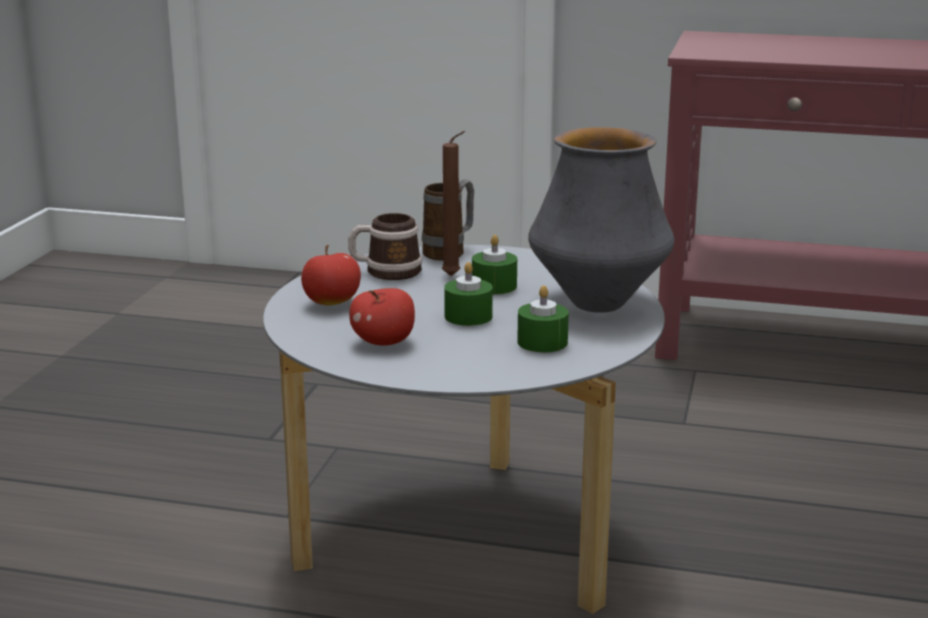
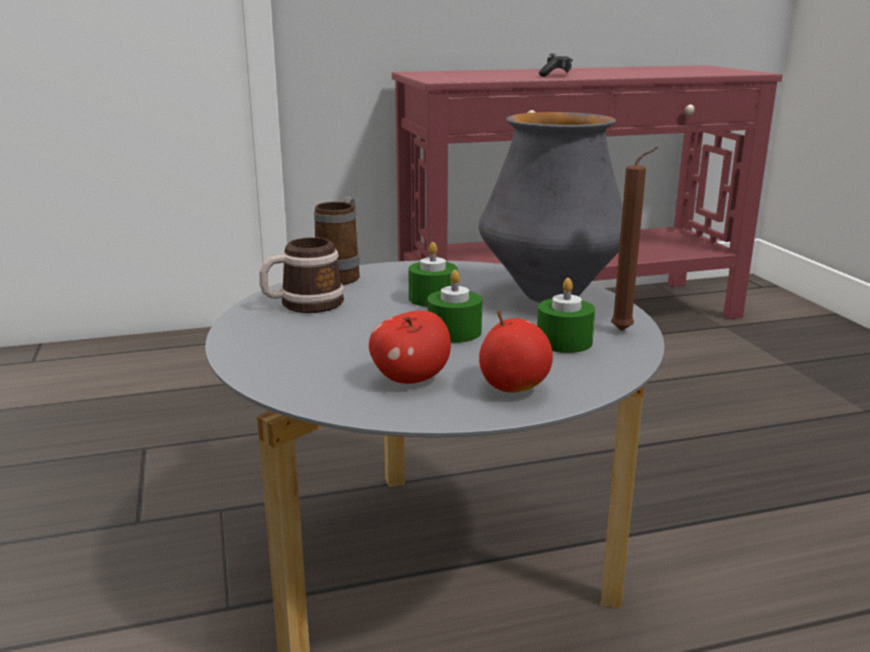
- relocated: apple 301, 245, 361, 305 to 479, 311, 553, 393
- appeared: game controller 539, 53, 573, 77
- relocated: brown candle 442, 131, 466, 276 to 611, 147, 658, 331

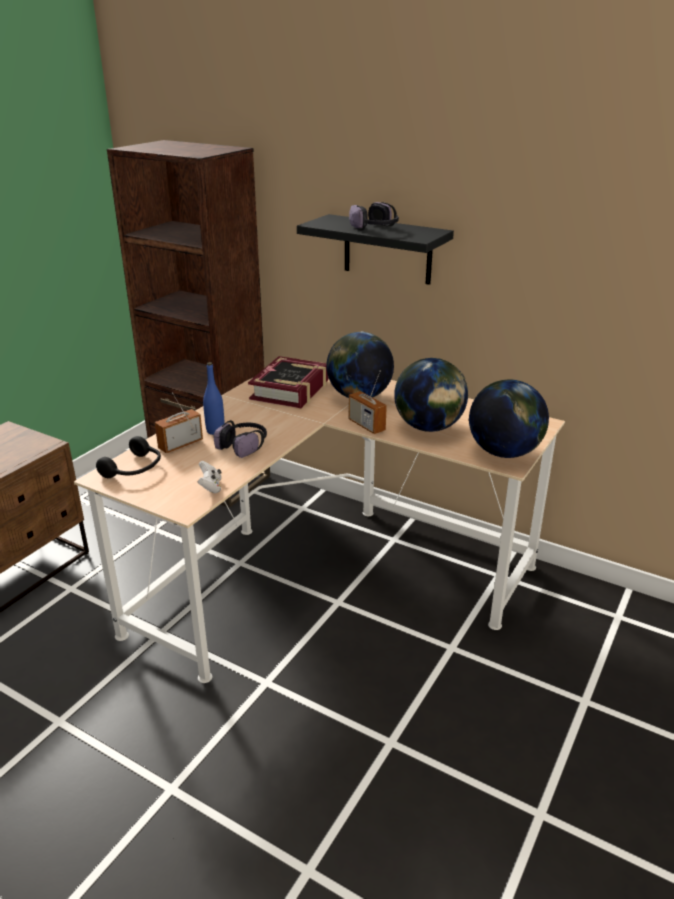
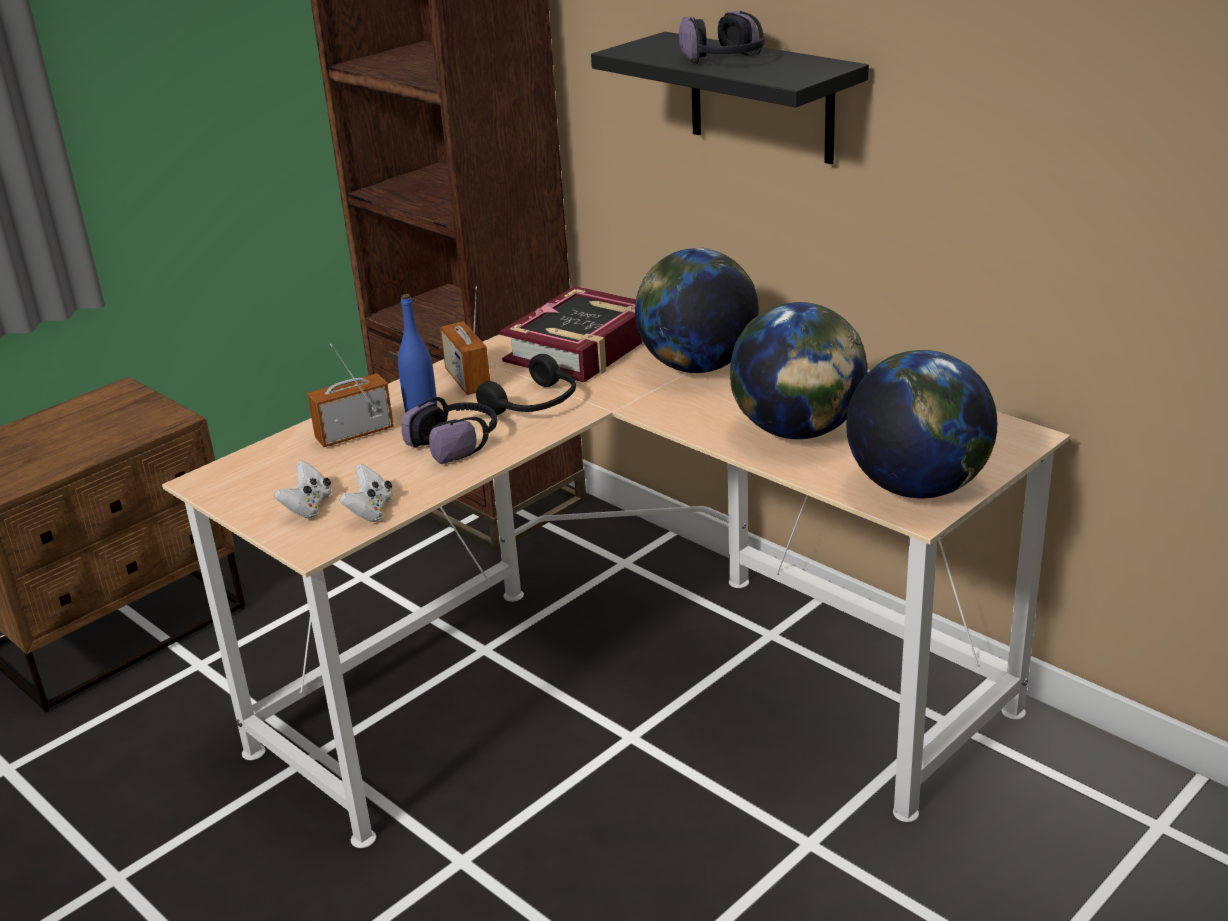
- appeared: white game controller 274, 460, 332, 518
- relocated: radio 349, 370, 387, 434 to 440, 287, 490, 395
- relocated: black headphones 96, 436, 161, 478 to 476, 354, 576, 415

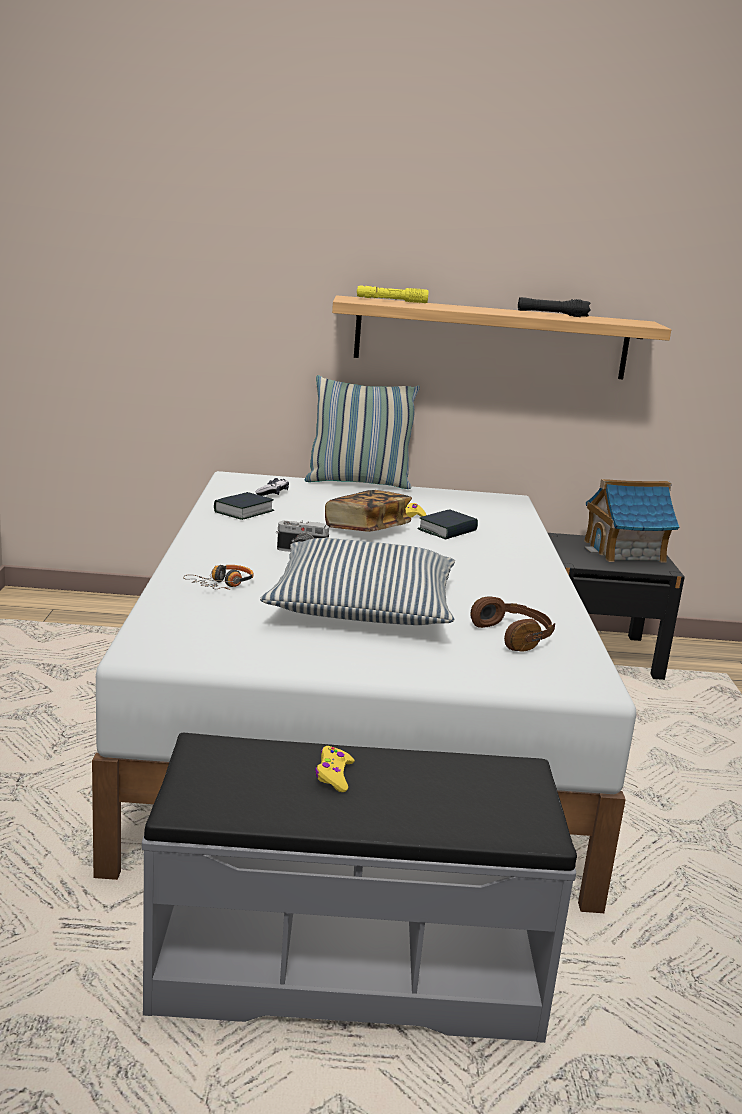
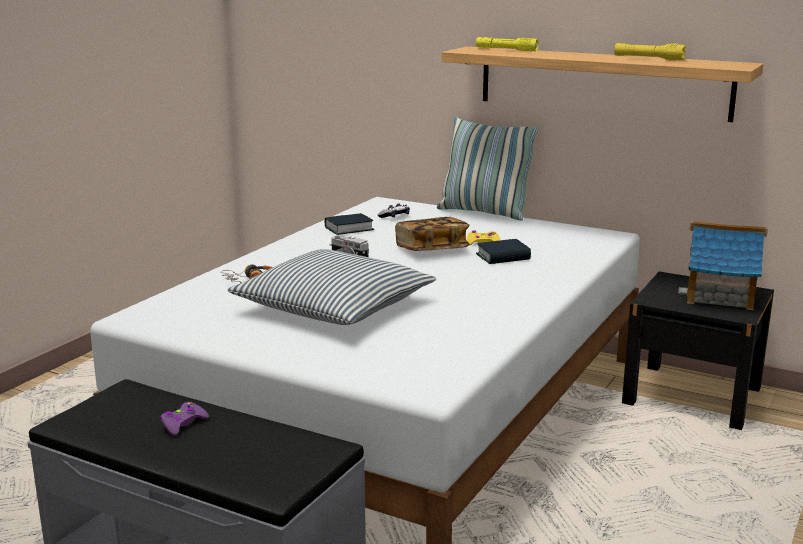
- colour: yellow game controller 315, 746, 355, 792 to purple game controller 160, 402, 209, 436
- colour: black flashlight 518, 297, 591, 317 to yellow flashlight 614, 43, 686, 61
- missing: brown headphones 470, 596, 555, 652

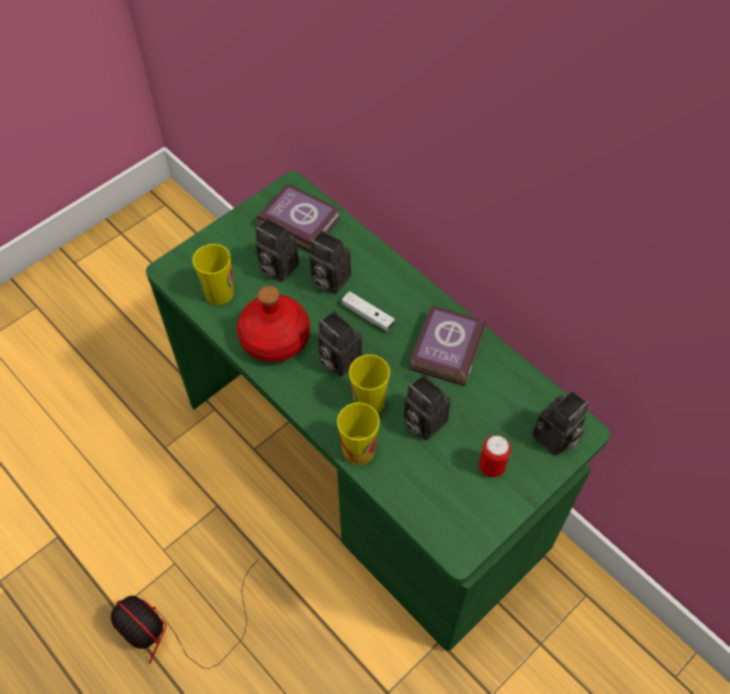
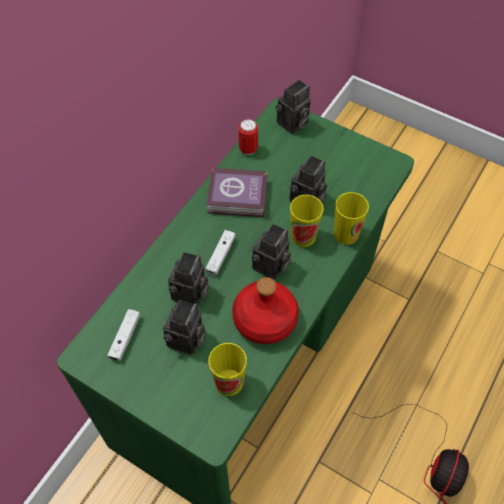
- exchanged: book 257, 184, 341, 253 to white game controller 108, 309, 140, 361
- relocated: can 479, 435, 511, 477 to 238, 119, 258, 155
- spun: photo camera 532, 391, 589, 456 = 276, 80, 311, 134 105 degrees clockwise

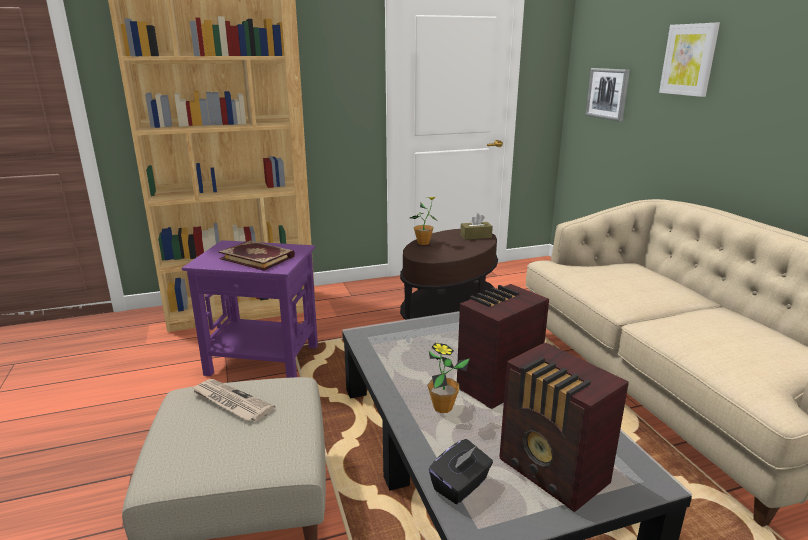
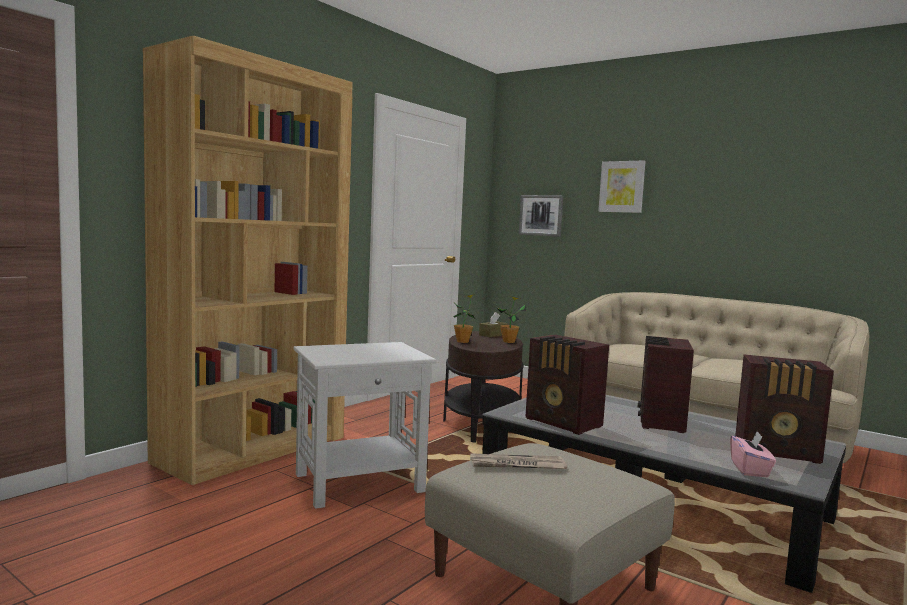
- colour: purple side table 182, 240, 318, 378 to white side table 294, 342, 436, 509
- relocated: potted plant 427, 343, 470, 413 to 496, 296, 526, 343
- appeared: radio 525, 335, 609, 435
- colour: black tissue box 429, 439, 493, 504 to pink tissue box 730, 431, 776, 477
- missing: book 219, 240, 295, 271

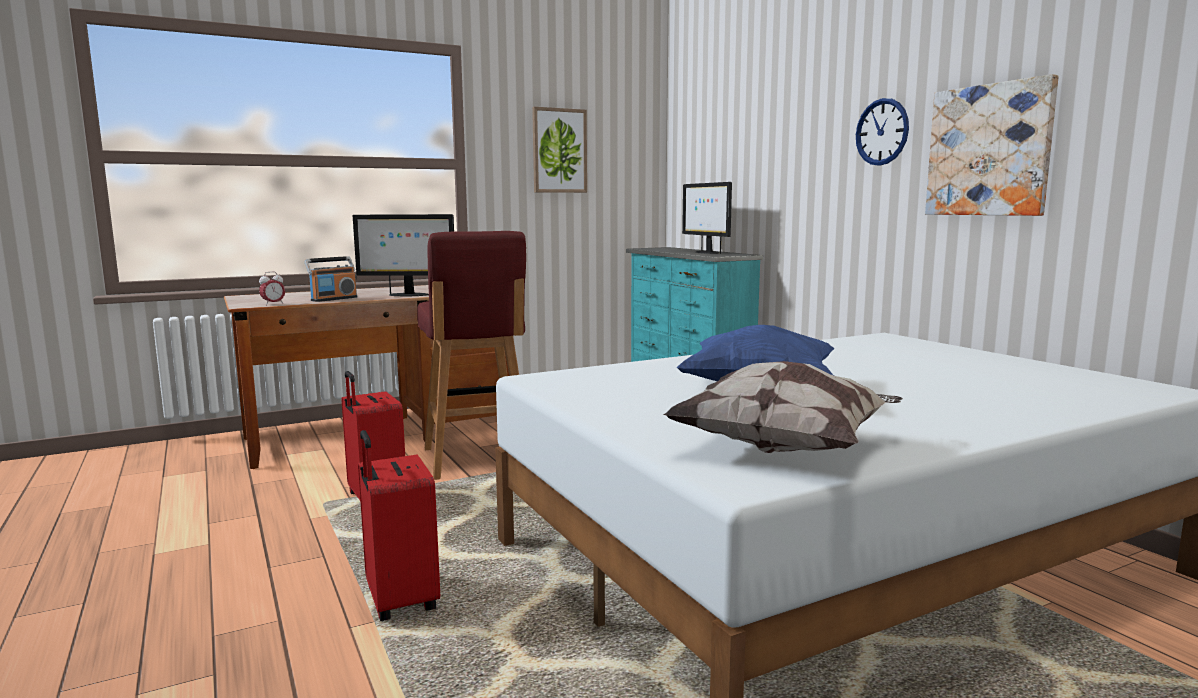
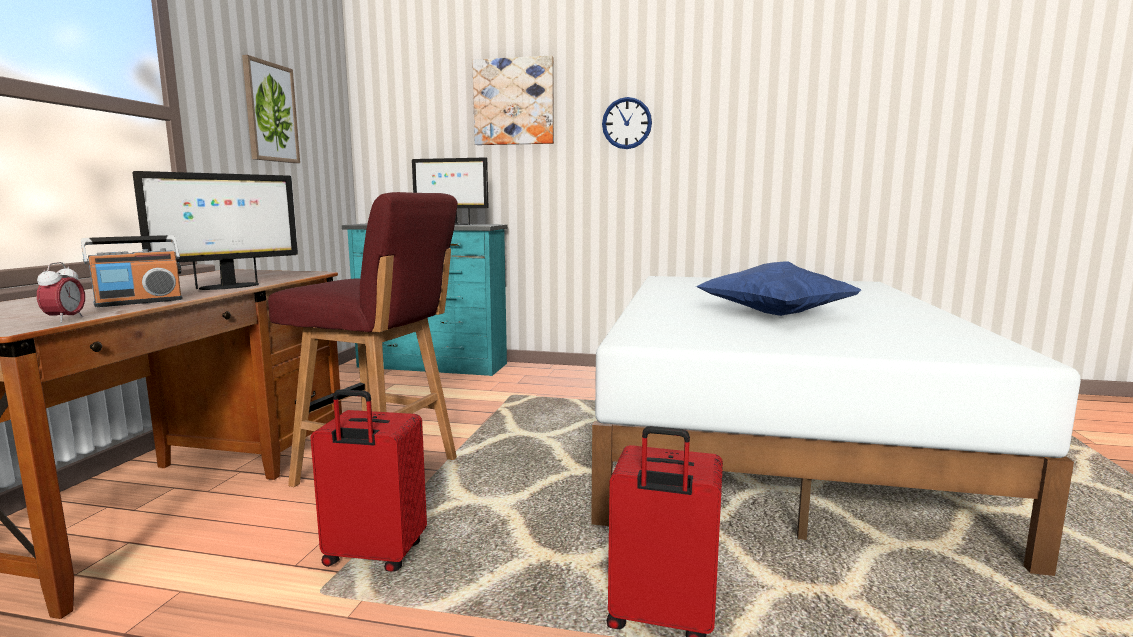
- spun: radio 304, 256, 357, 302 = 81, 235, 183, 307 60 degrees clockwise
- relocated: picture 925, 74, 1059, 216 to 472, 56, 554, 145
- missing: pillow 663, 361, 903, 453

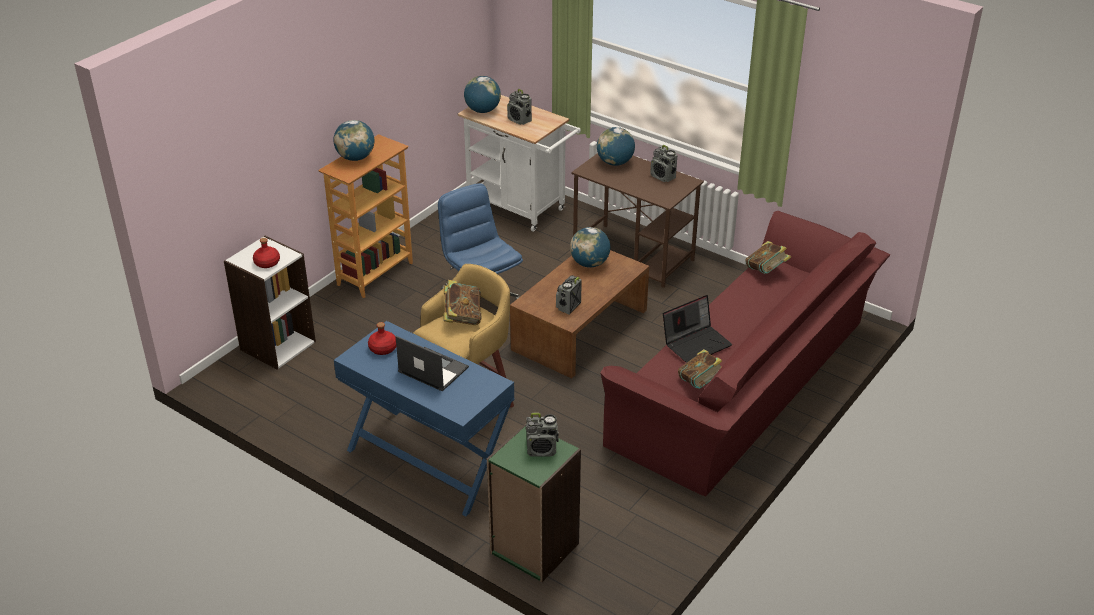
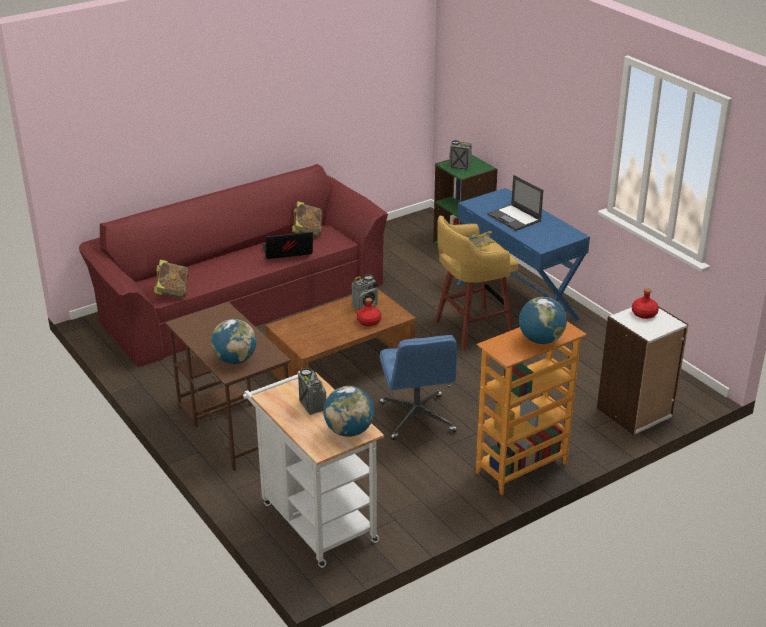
- relocated: red bottle 368, 322, 396, 355 to 357, 298, 381, 326
- missing: globe 570, 227, 610, 267
- missing: radio 650, 145, 677, 182

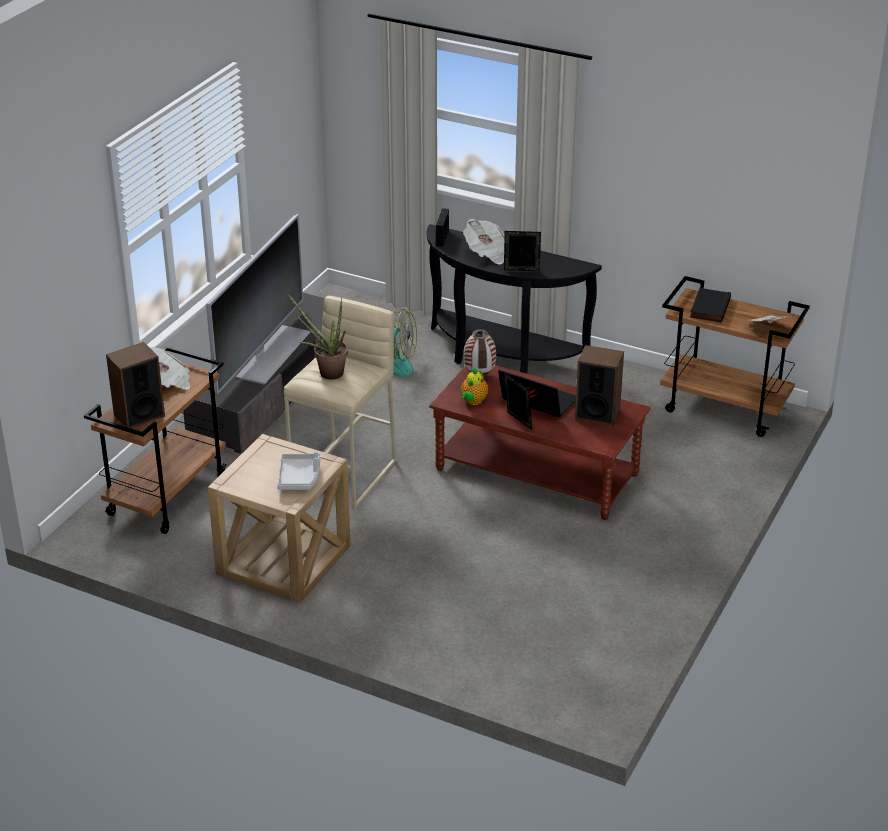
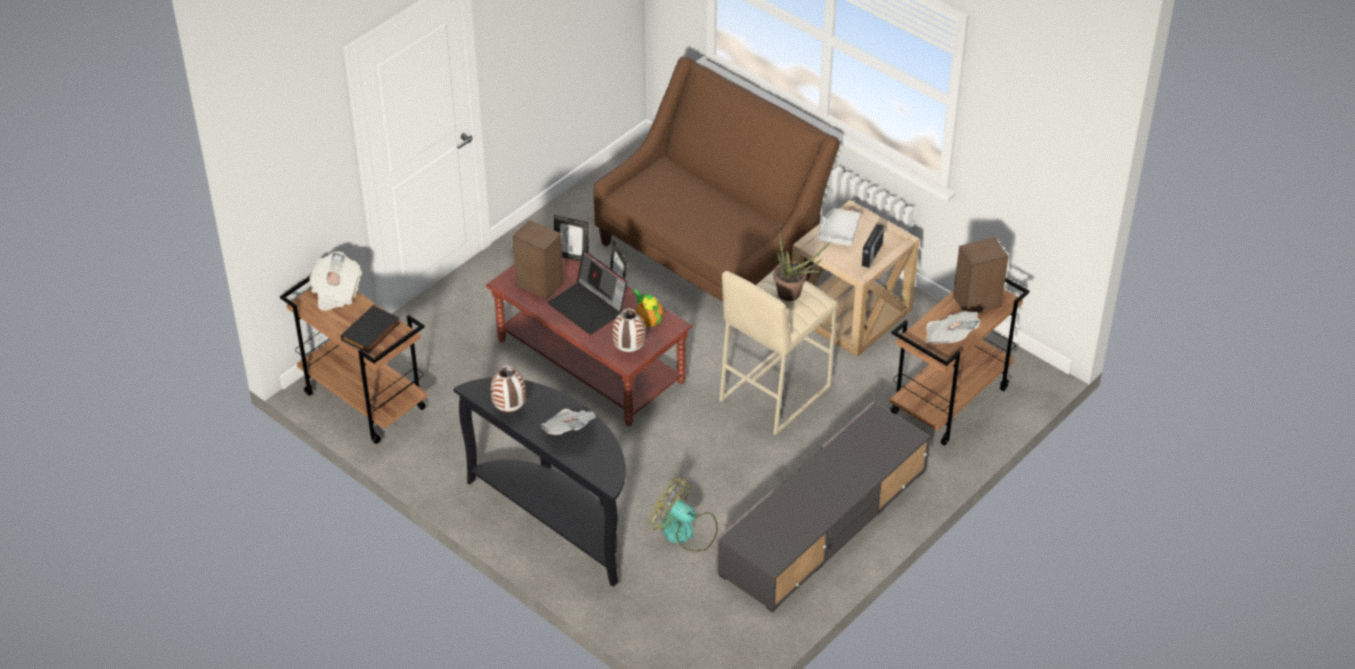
- appeared: vase 491, 366, 526, 412
- relocated: picture frame 504, 231, 541, 271 to 554, 215, 589, 261
- appeared: brown sofa 594, 56, 840, 302
- spun: teapot 461, 368, 488, 405 = 633, 289, 663, 327 75 degrees counterclockwise
- relocated: radio 436, 208, 449, 247 to 862, 222, 884, 268
- missing: television 206, 214, 310, 395

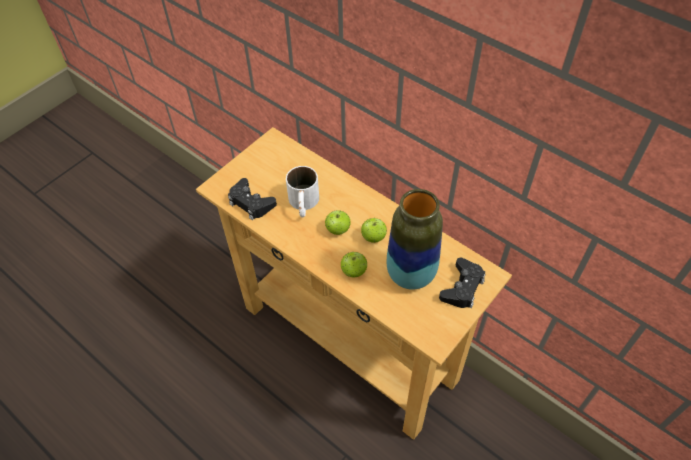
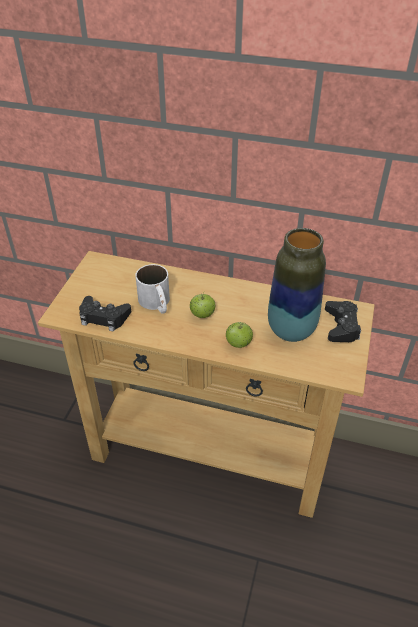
- missing: apple 361, 218, 387, 243

